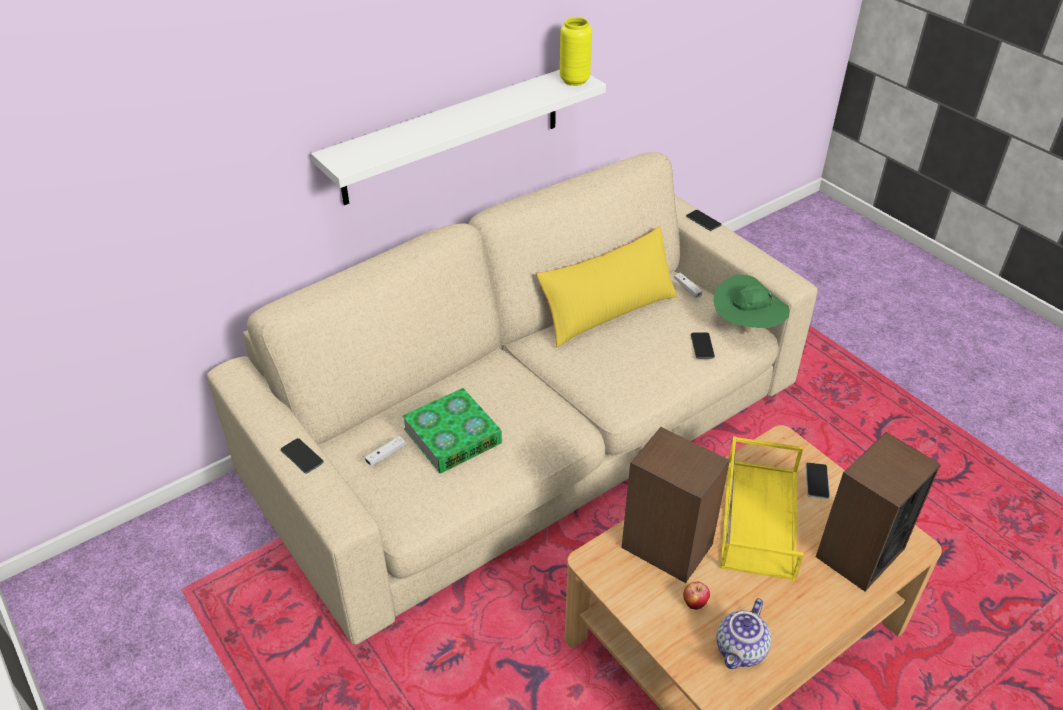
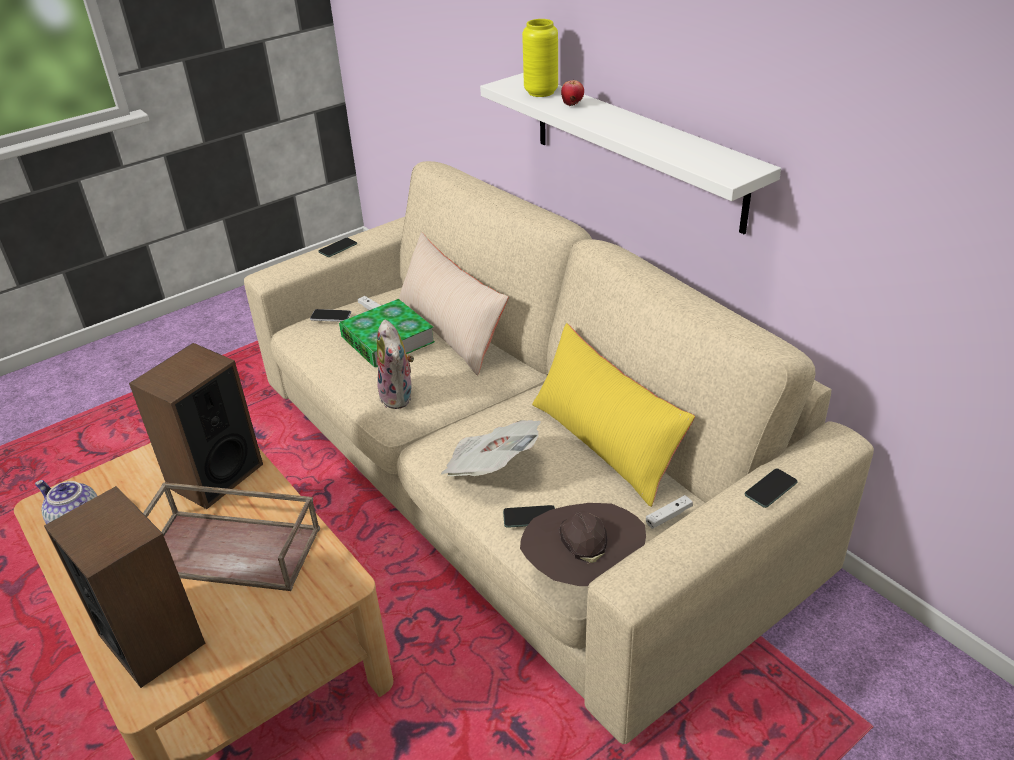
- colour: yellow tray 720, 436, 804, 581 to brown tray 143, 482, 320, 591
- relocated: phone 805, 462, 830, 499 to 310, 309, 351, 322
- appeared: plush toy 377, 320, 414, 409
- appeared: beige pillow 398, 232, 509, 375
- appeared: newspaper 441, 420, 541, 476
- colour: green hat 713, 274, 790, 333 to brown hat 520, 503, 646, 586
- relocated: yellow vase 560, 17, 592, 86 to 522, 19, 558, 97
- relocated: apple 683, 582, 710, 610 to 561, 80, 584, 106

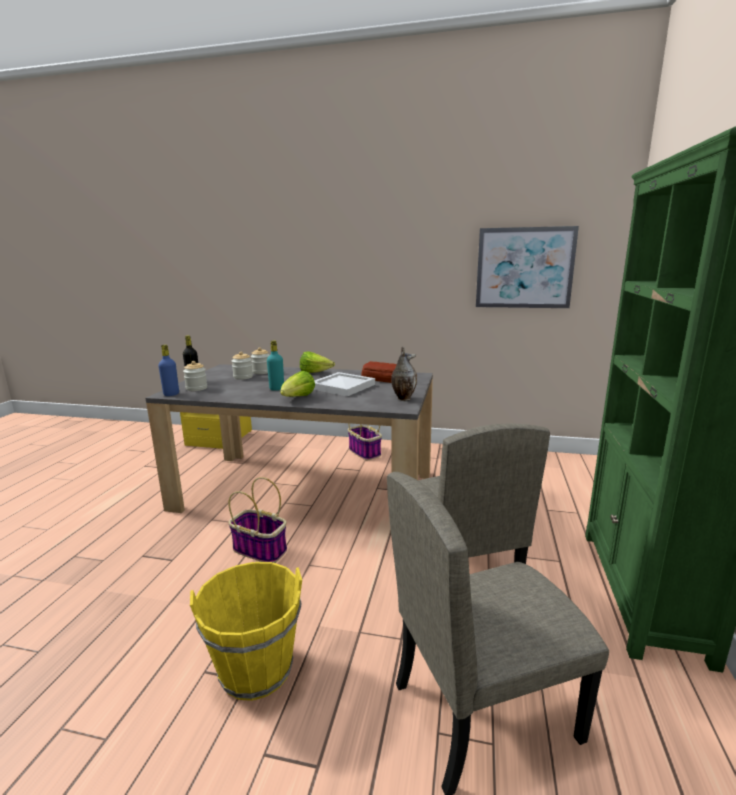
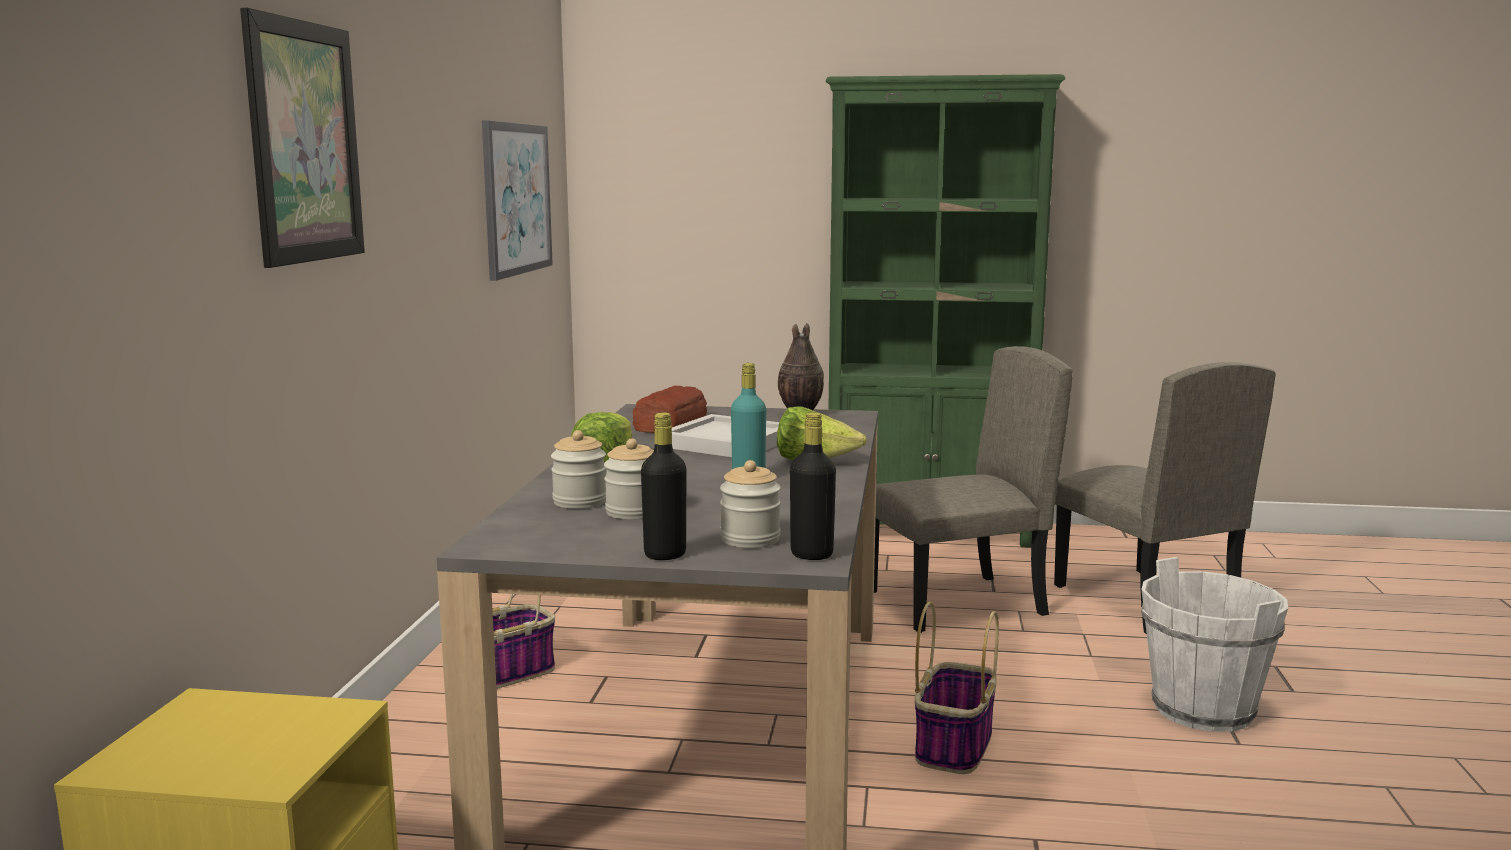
- appeared: picture 240, 7, 365, 268
- colour: blue bottle 158, 345, 179, 396 to black bottle 790, 412, 836, 560
- colour: yellow bucket 190, 562, 302, 701 to white bucket 1141, 557, 1288, 732

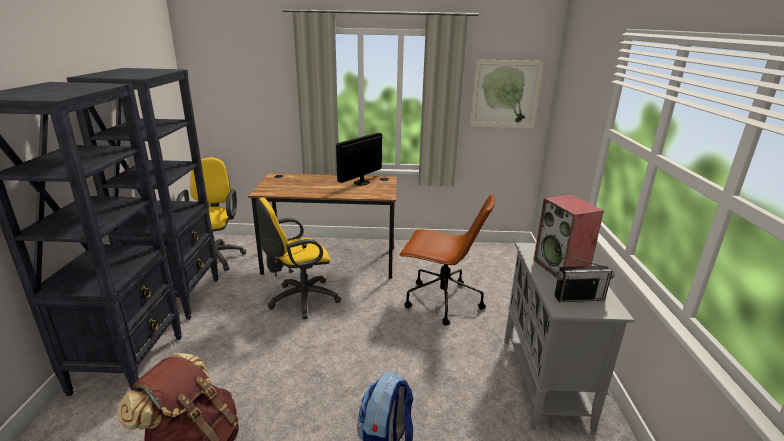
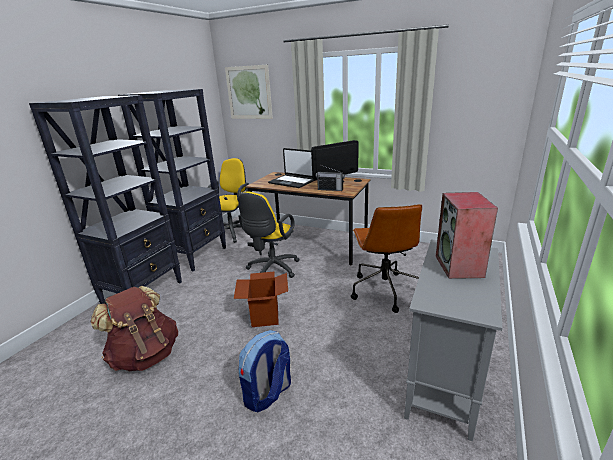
- relocated: picture 470, 59, 544, 128 to 225, 65, 273, 119
- appeared: cardboard box 234, 272, 288, 327
- spun: yellow office chair 256, 197, 341, 319 = 238, 192, 300, 278 60 degrees counterclockwise
- appeared: laptop 268, 148, 315, 188
- relocated: radio 555, 257, 614, 302 to 316, 165, 345, 191
- spun: brown office chair 399, 194, 495, 325 = 351, 204, 422, 313 45 degrees clockwise

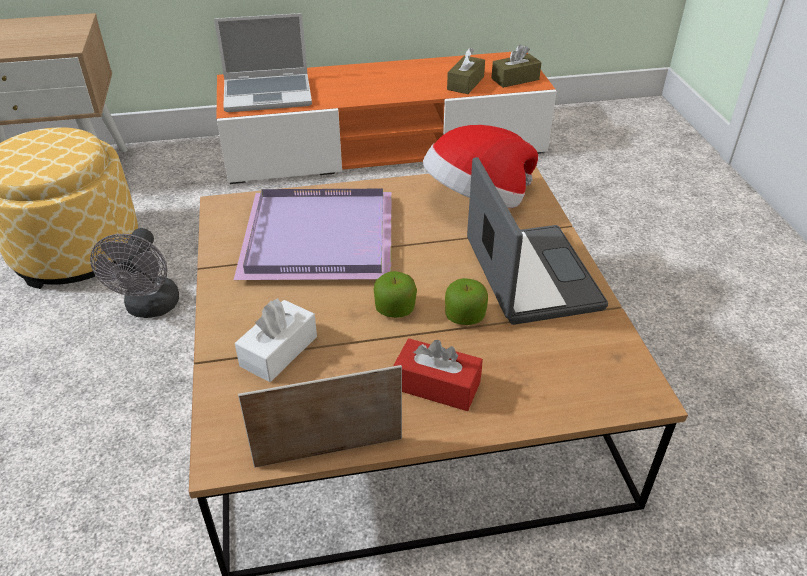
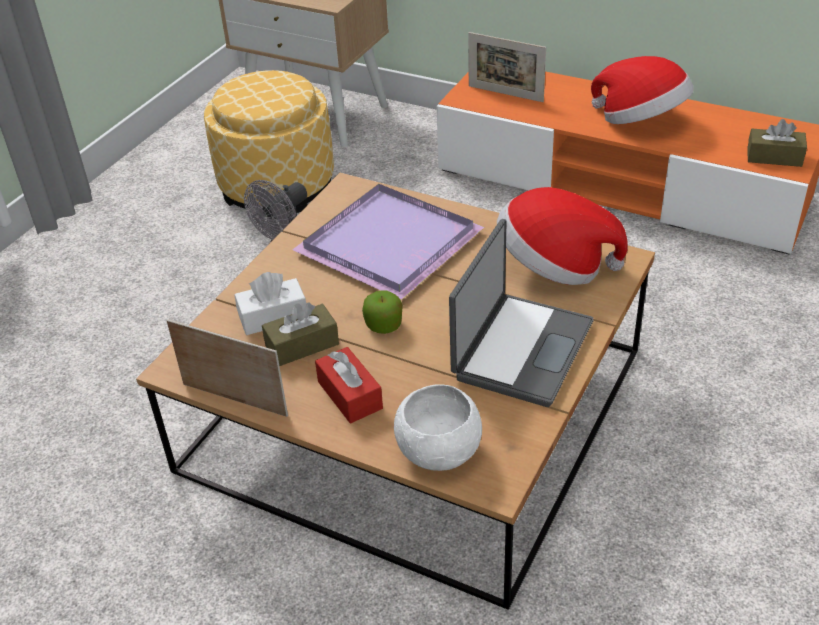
- relocated: brown tissue box 447, 48, 485, 94 to 262, 302, 339, 366
- appeared: white bowl 394, 384, 482, 471
- exchanged: laptop 214, 13, 312, 112 to picture frame 468, 32, 546, 102
- appeared: hat 591, 56, 694, 124
- missing: apple 445, 278, 488, 325

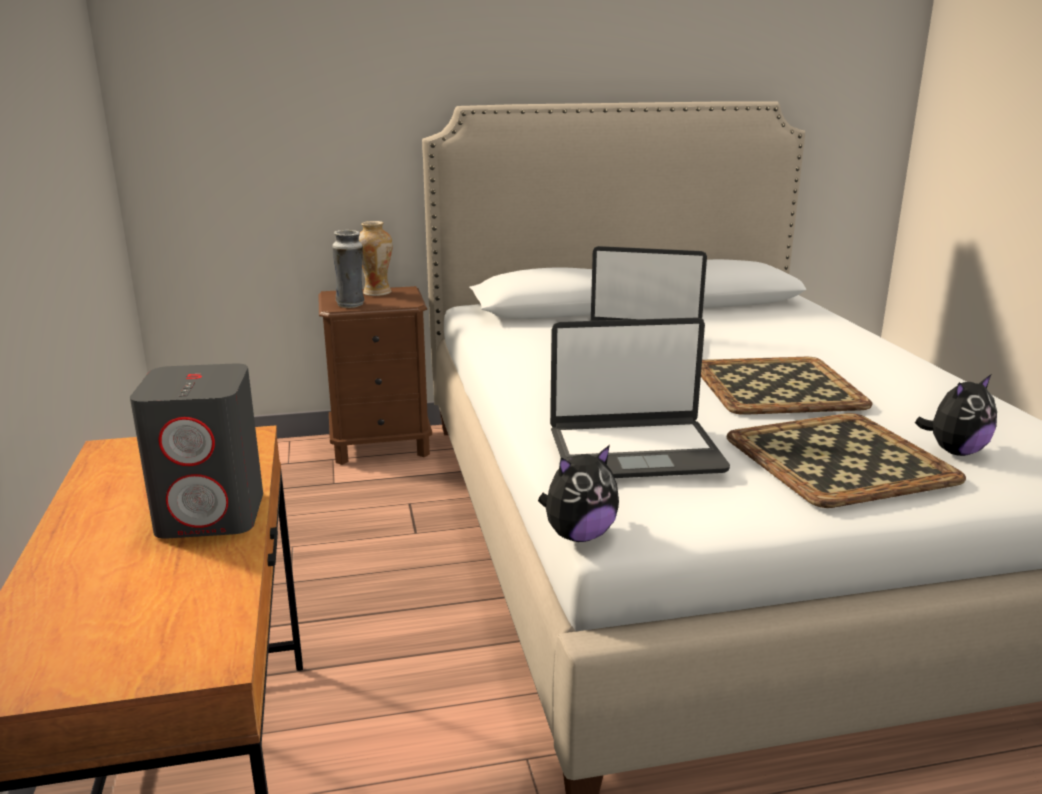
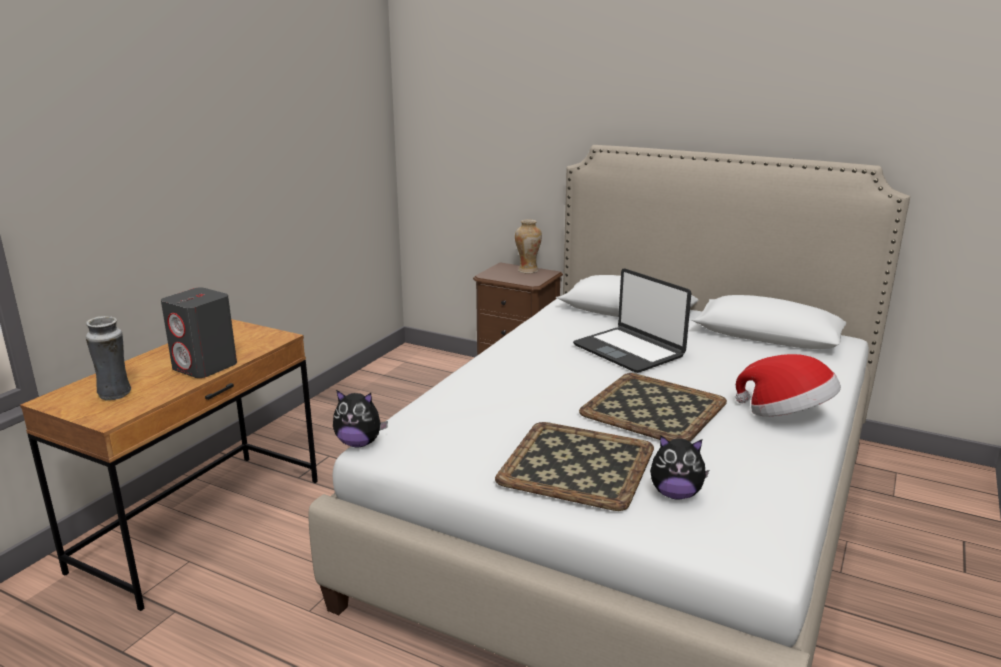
- relocated: vase 332, 230, 364, 308 to 86, 316, 131, 401
- appeared: hat 735, 354, 841, 416
- missing: laptop 550, 317, 730, 478

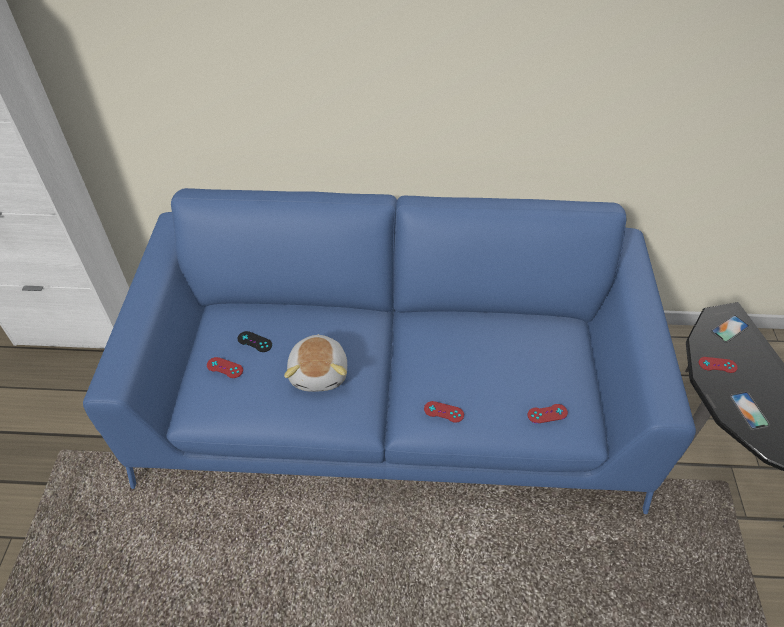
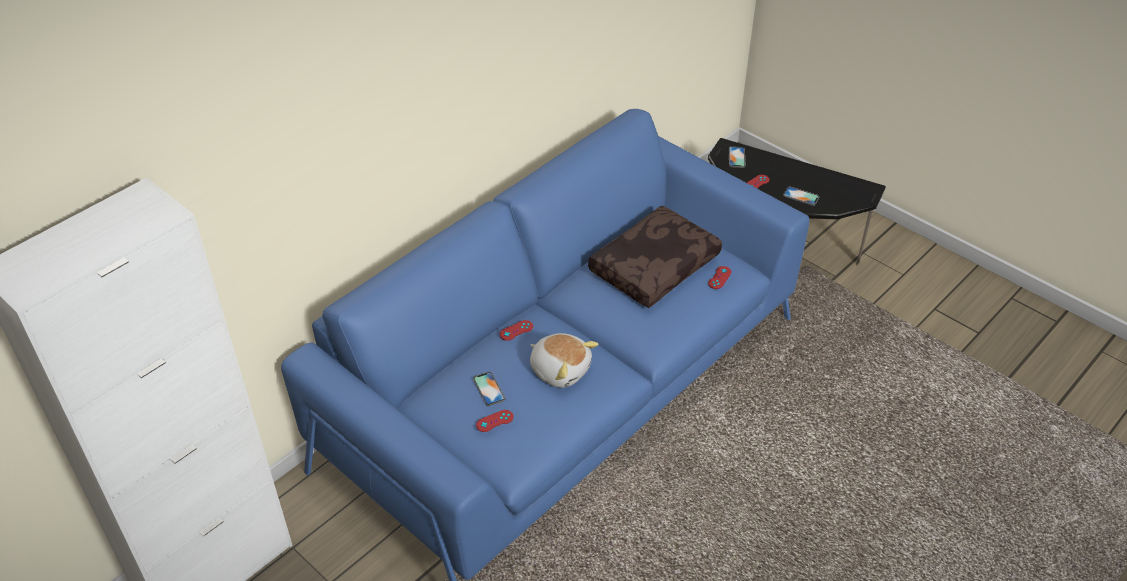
- exchanged: black game controller 238, 331, 272, 352 to phone 473, 372, 505, 406
- relocated: red game controller 424, 401, 464, 423 to 500, 320, 533, 341
- appeared: brown pillow 588, 206, 722, 308

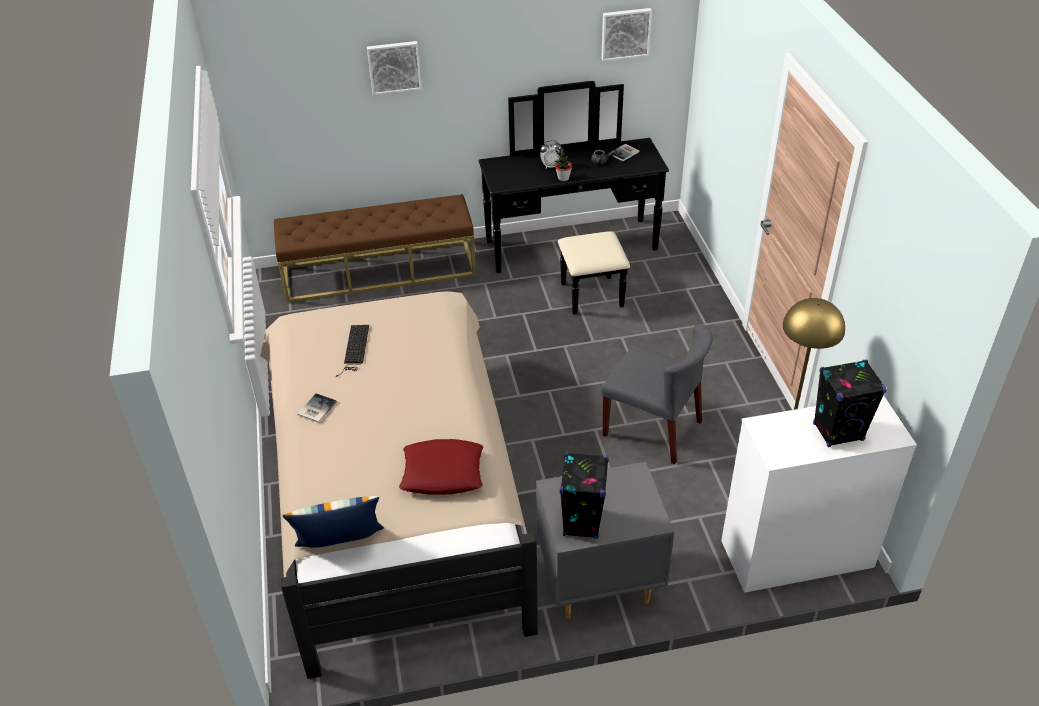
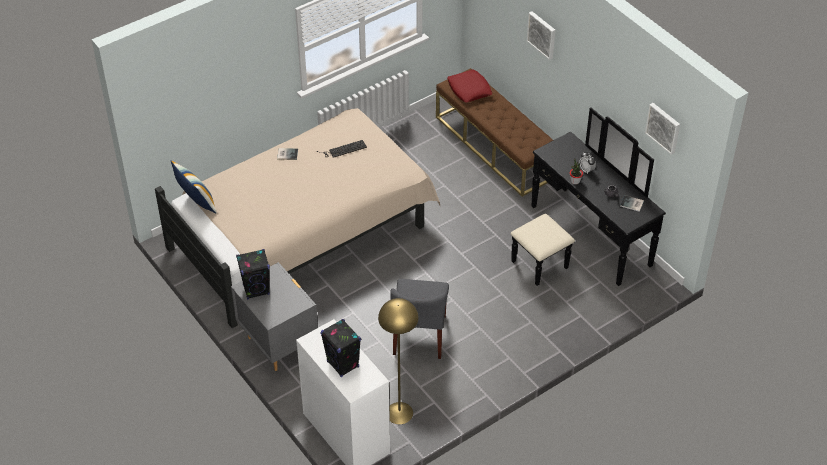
- relocated: red pillow 399, 439, 483, 495 to 447, 70, 492, 103

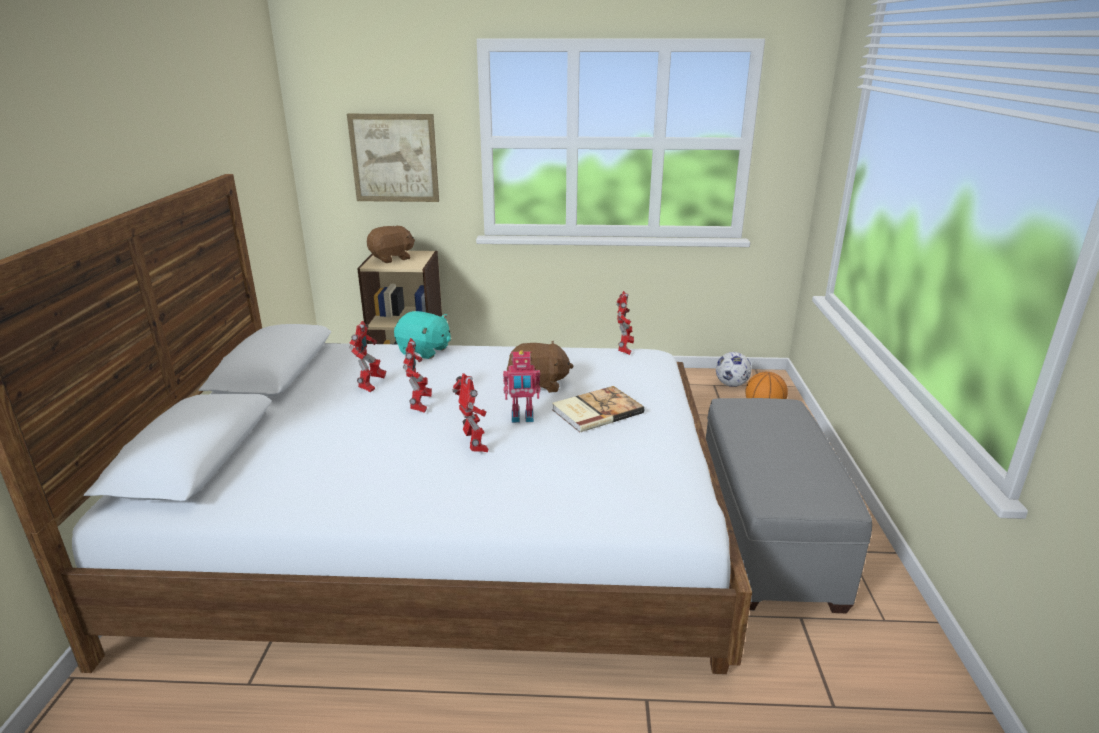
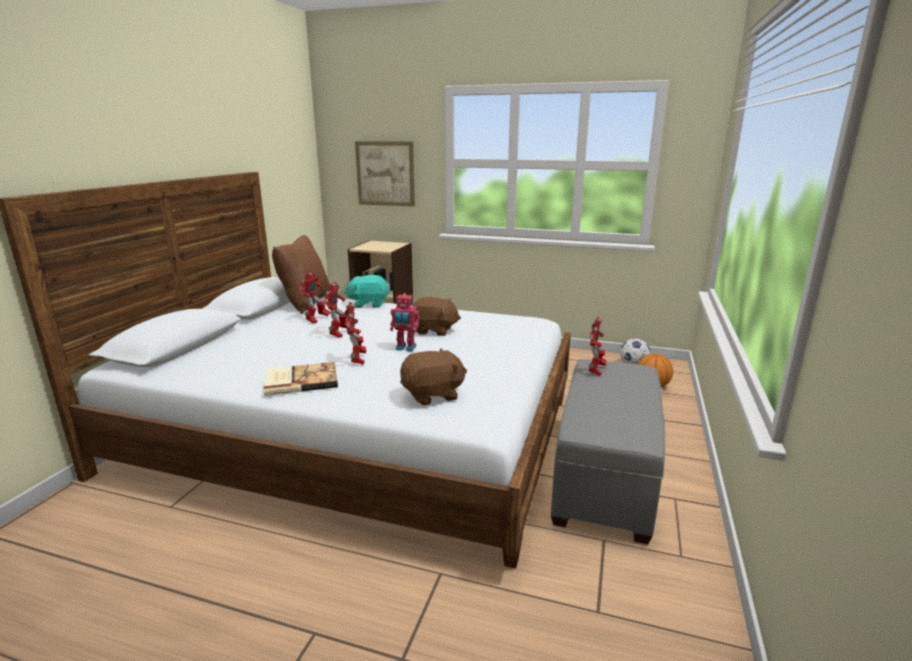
- relocated: book 552, 386, 644, 432 to 264, 362, 338, 396
- appeared: brown pillow 272, 235, 330, 314
- spun: turquoise plush toy 394, 311, 451, 359 = 344, 275, 390, 308 135 degrees clockwise
- relocated: brown plush toy 367, 226, 415, 263 to 400, 348, 467, 405
- relocated: toy robot 616, 291, 634, 355 to 589, 316, 607, 376

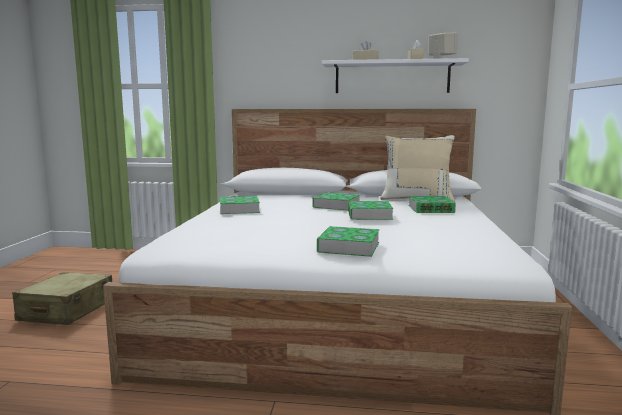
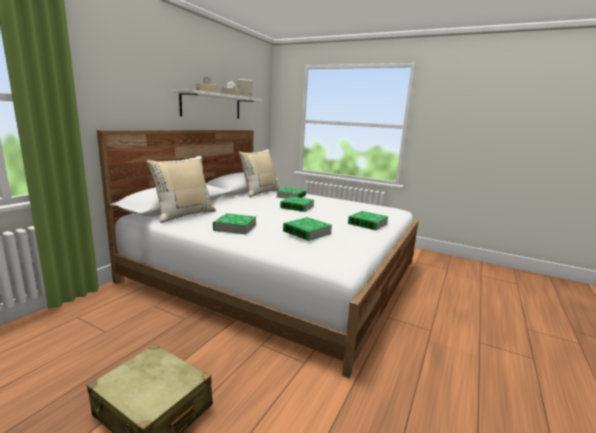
- appeared: beige pillow 146, 156, 216, 223
- relocated: book 313, 192, 359, 211 to 283, 217, 332, 241

